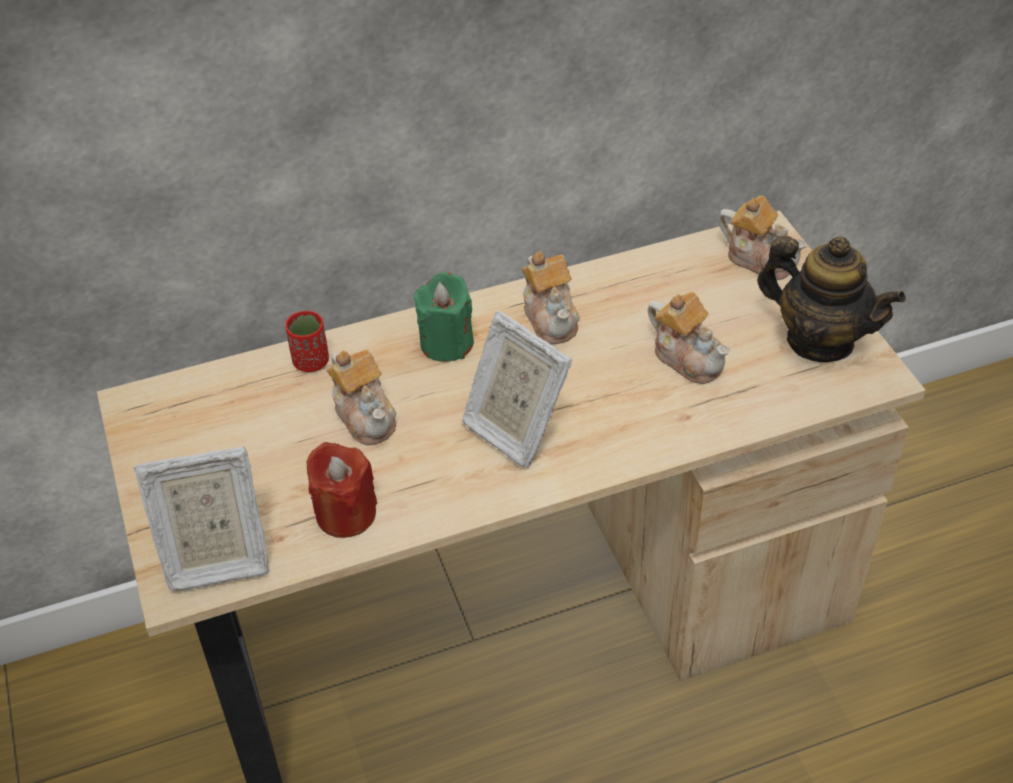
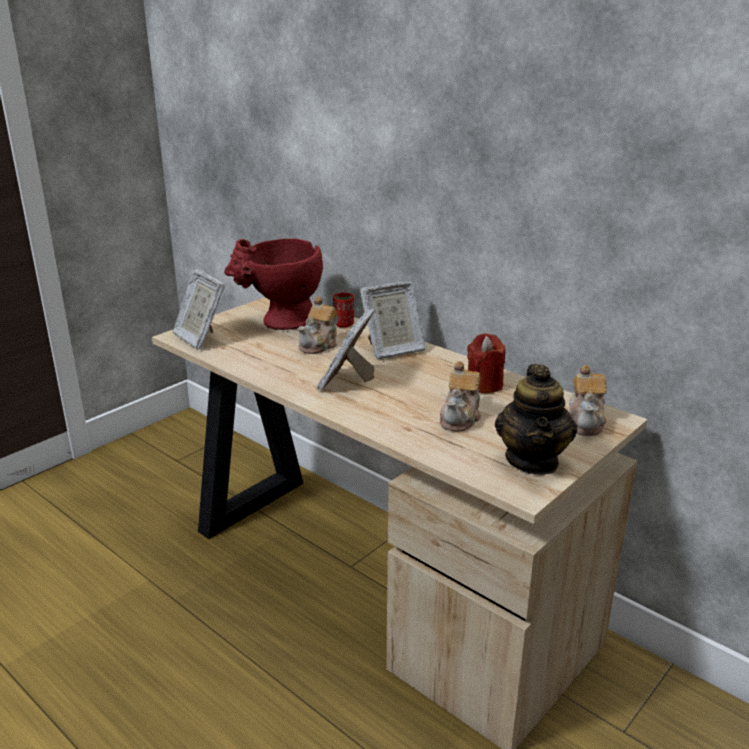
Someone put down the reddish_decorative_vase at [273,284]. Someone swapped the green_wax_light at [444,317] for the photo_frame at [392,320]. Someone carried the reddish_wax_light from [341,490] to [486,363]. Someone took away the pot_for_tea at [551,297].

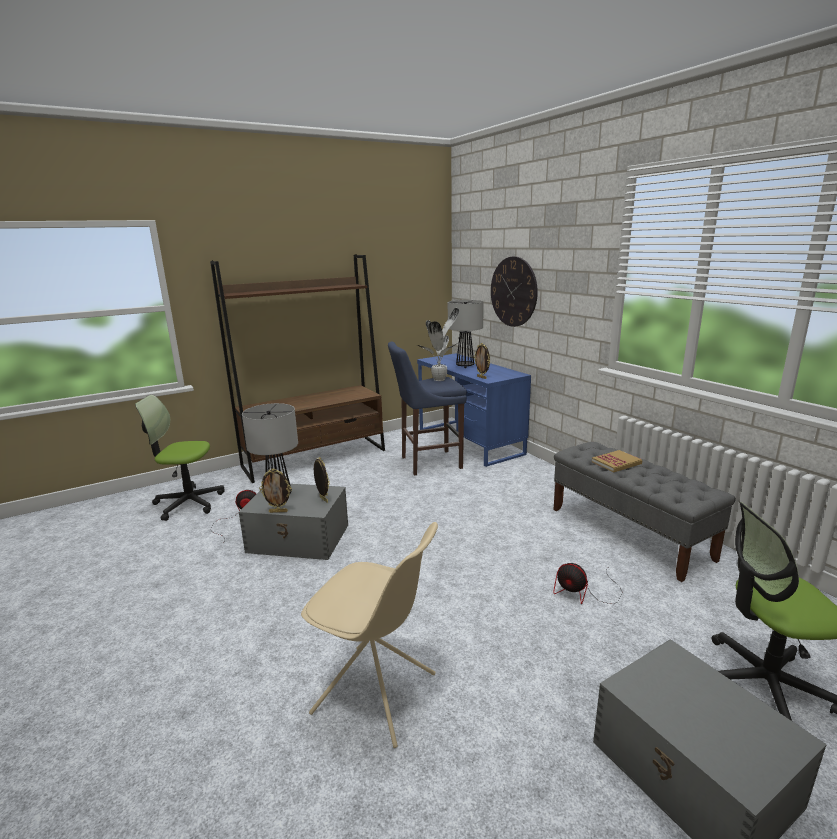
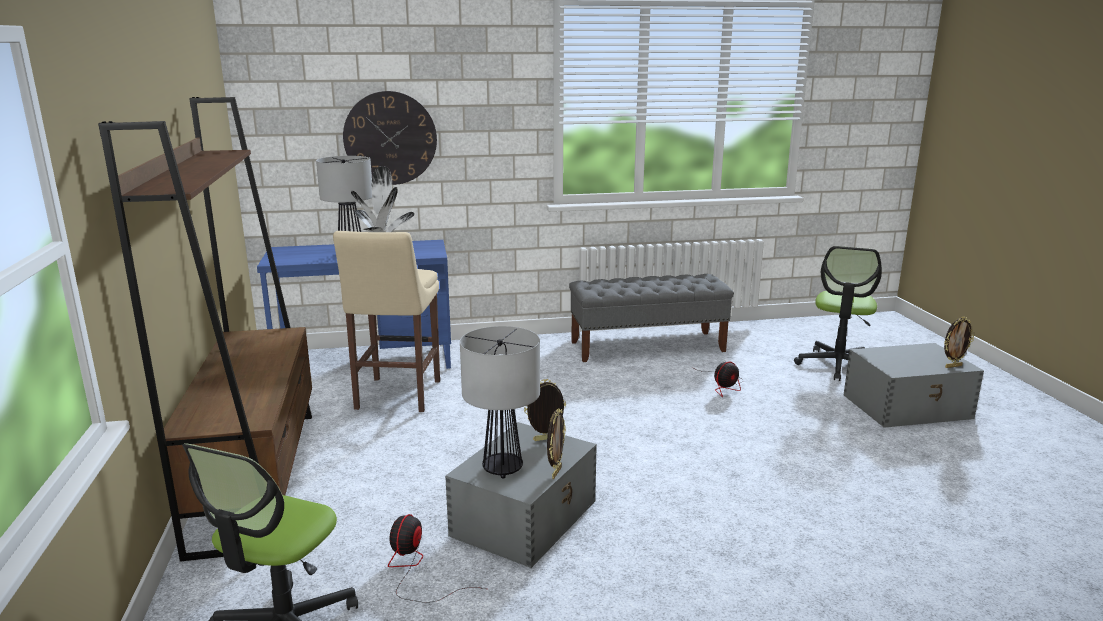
Someone repainted the bluish_sitting_stool at [427,409], which became the sand-coloured_sitting_stool at [386,321]. Someone carried the photo_frame from [482,361] to [959,342]. Someone took away the sand-coloured_upright_chair at [369,635]. Someone took away the volume at [617,461].

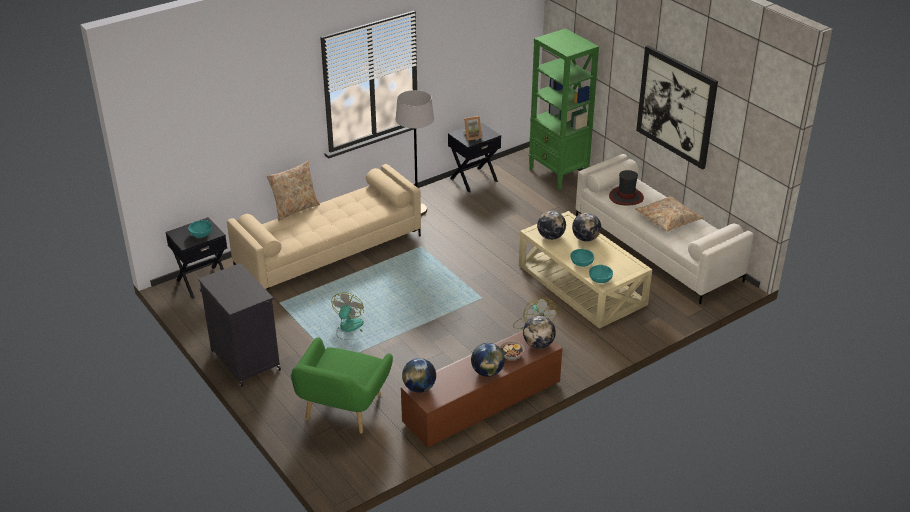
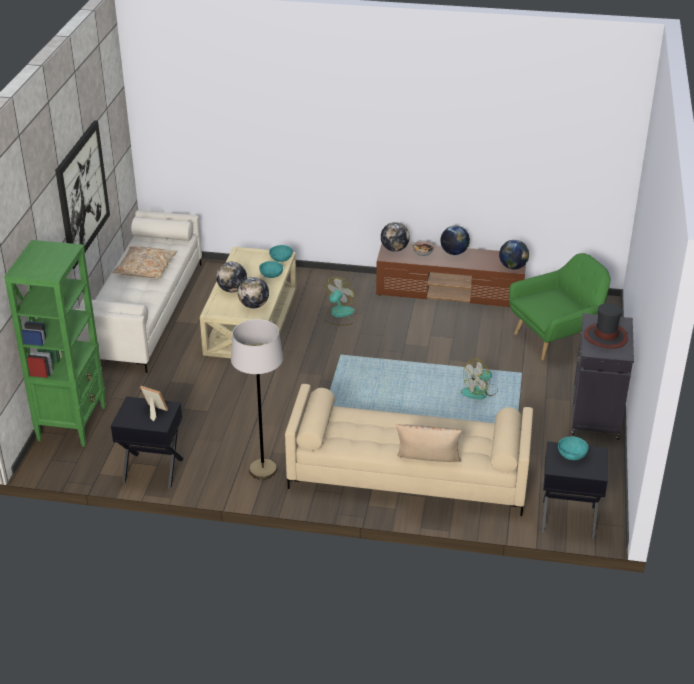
Someone carried the wearable_hat from [626,187] to [606,326].

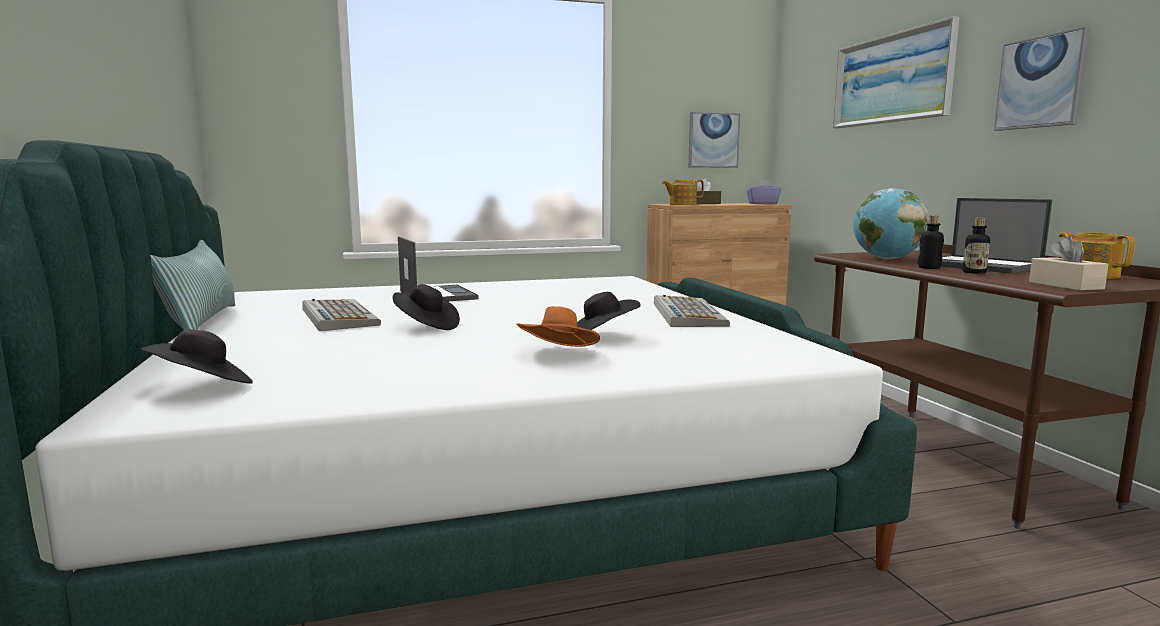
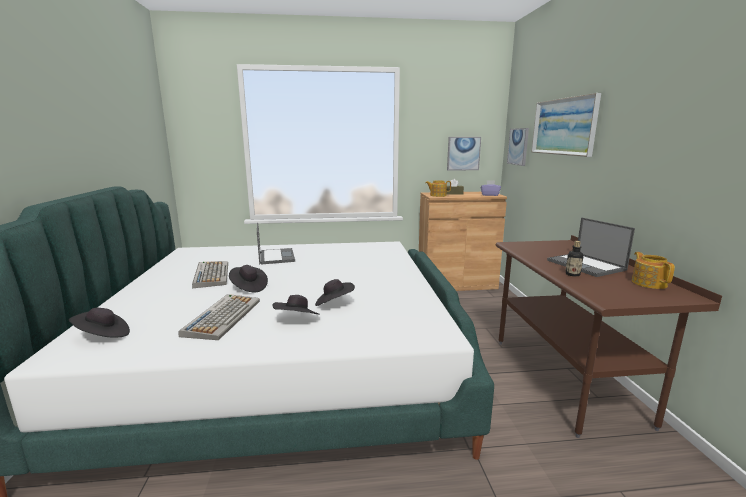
Someone carried the keyboard from [692,311] to [219,317]. Someone repainted the orange-coloured_wearable_hat at [558,326], which became the black-coloured_wearable_hat at [296,305]. Someone carried the wall_picture from [1042,78] to [518,147]. Someone took away the throw_pillow at [192,285]. Someone took away the world_globe at [891,223]. Someone took away the bottle at [931,242]. Someone took away the sand-coloured_tissue_holder at [1069,263].

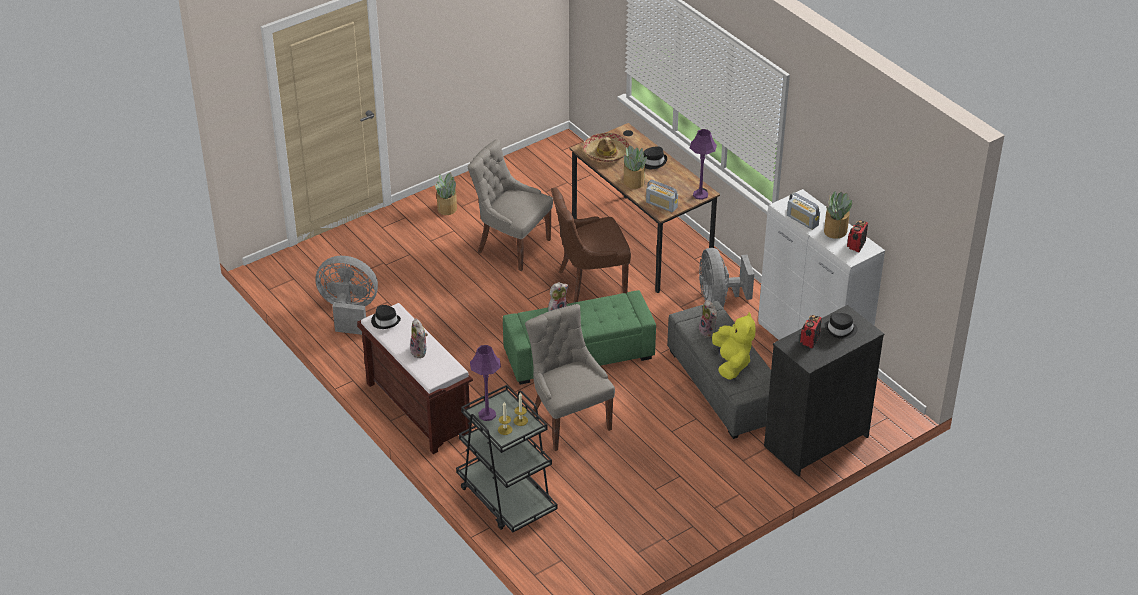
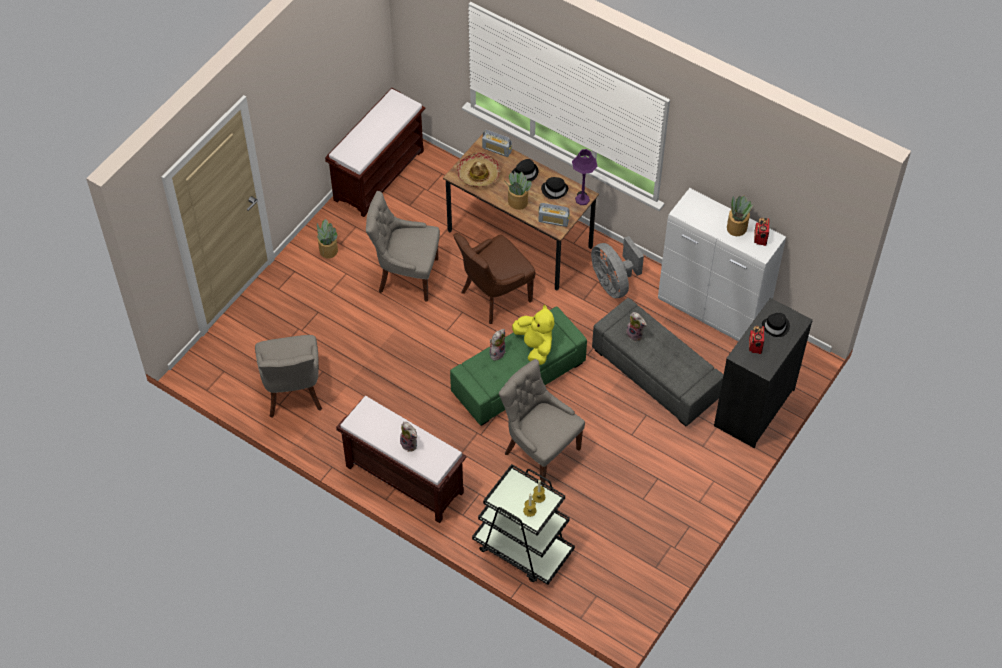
Someone swapped the greyish_fan at [346,295] for the greyish_upright_chair at [288,376]. Someone put down the brown_long_seat at [375,152]. Someone carried the radio_receiver from [803,211] to [497,143]. Someone carried the yellow-coloured_soft_toy from [734,346] to [533,335]. Someone carried the black-coloured_wearable_hat from [386,317] to [554,188]. Someone took away the purplish_table_lamp at [485,383].

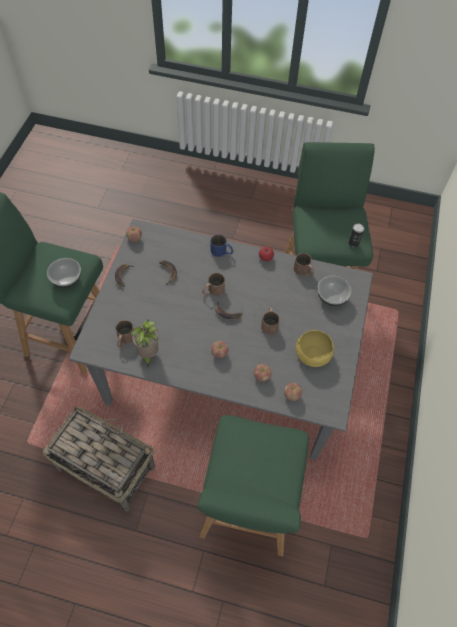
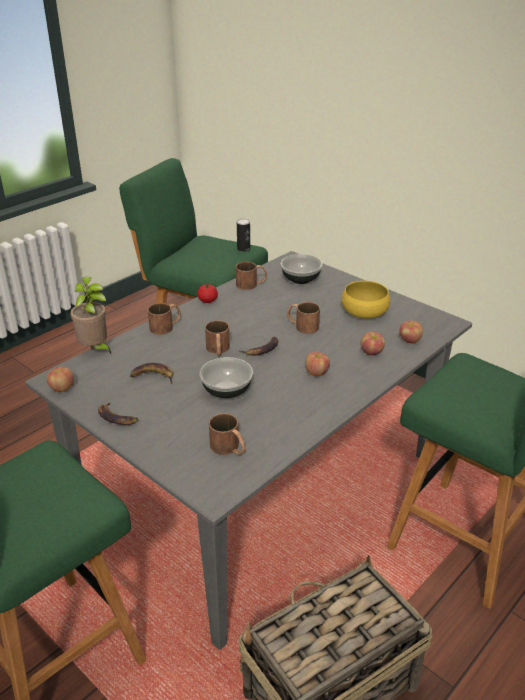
Someone carried the houseplant from [144,343] to [90,315]. Someone repainted the bluish_mug at [222,245], which became the brown_mug at [164,319]. Someone carried the serving_bowl from [64,273] to [226,377].

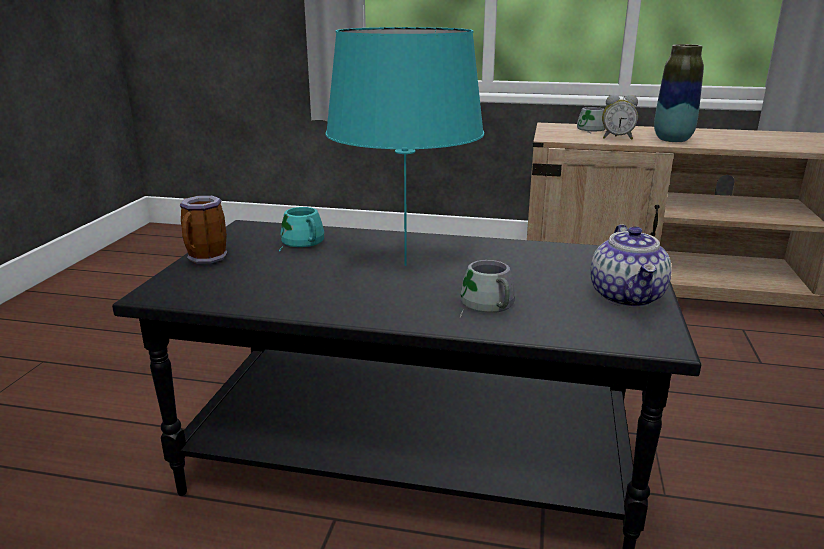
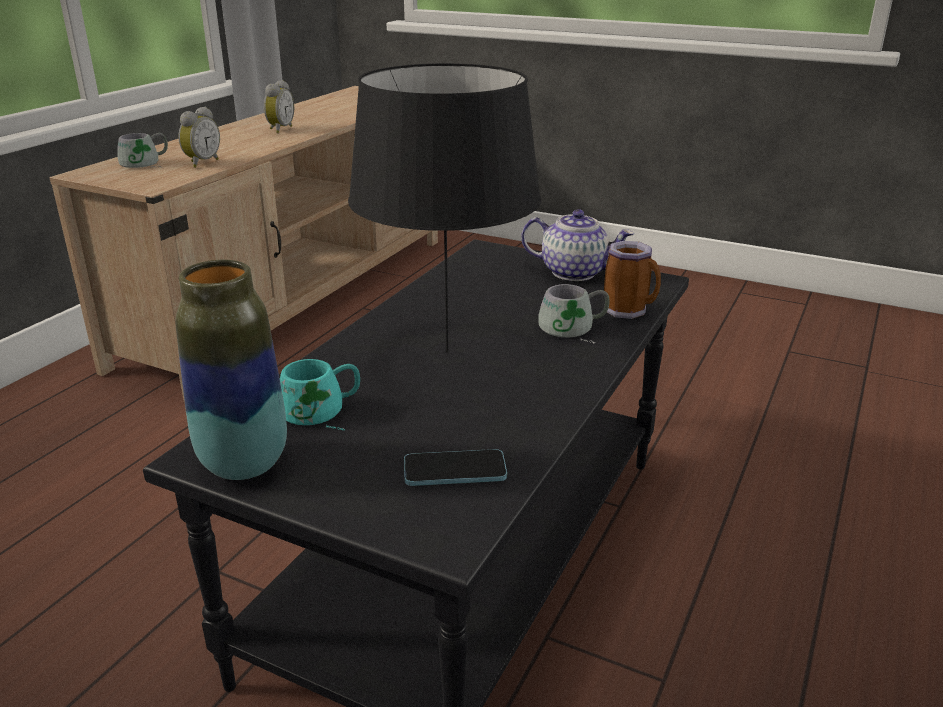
Someone carried the decorative_vase from [679,93] to [231,370]. Someone put down the table_clock at [279,106]. Someone repainted the turquoise_table_lamp at [404,146], which became the black-coloured_table_lamp at [444,208]. Someone put down the telephone at [455,467]. Someone carried the mug from [203,230] to [632,280].

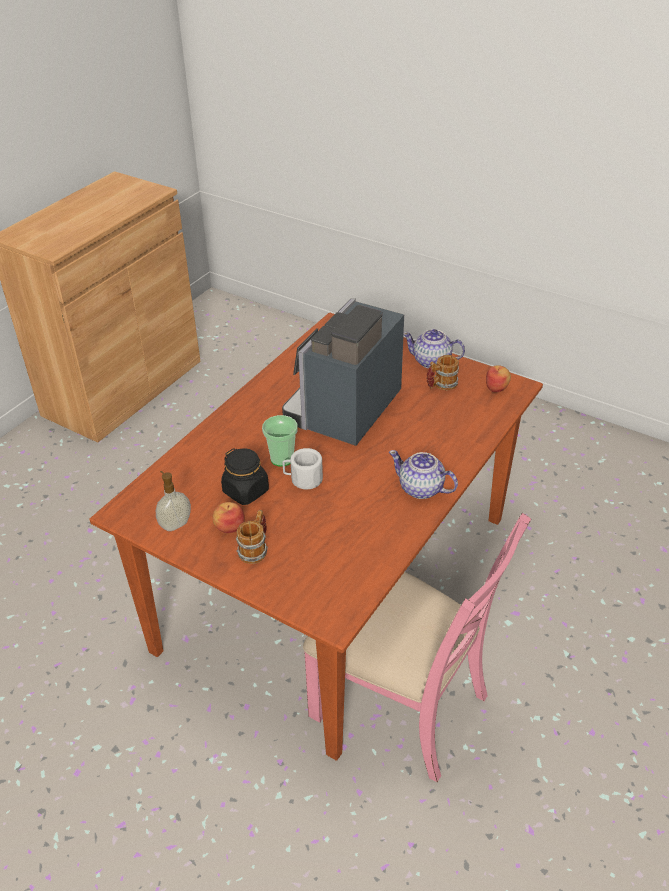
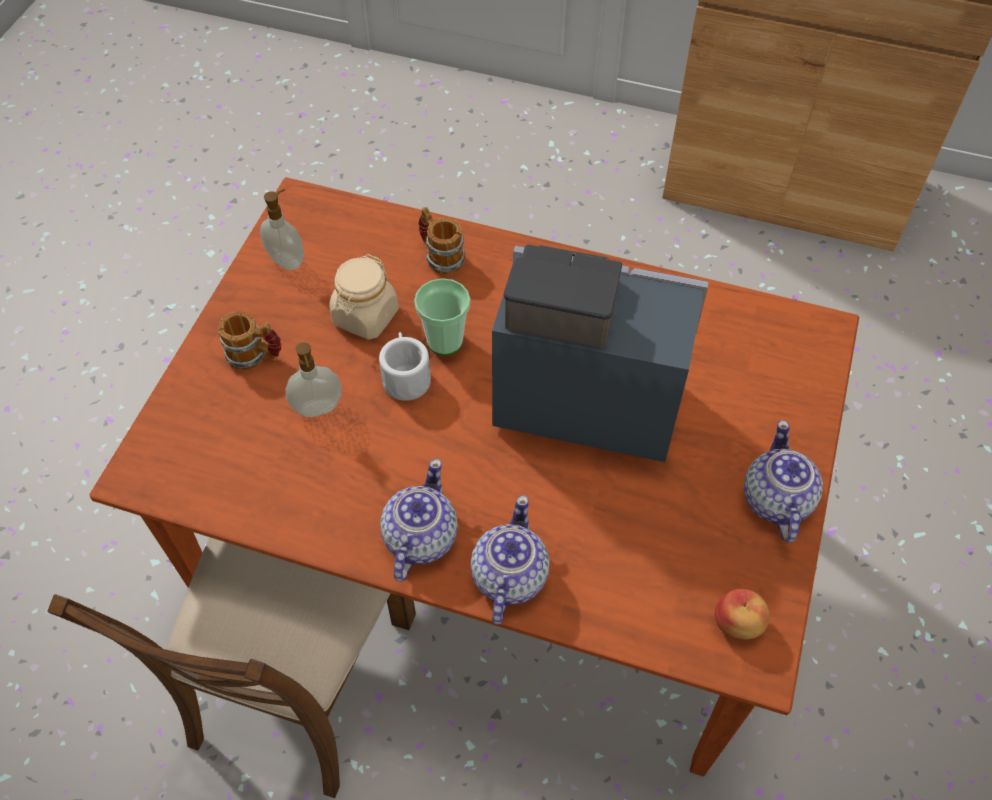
Someone repainted the pink_upright_chair at [417,647], which became the brown_upright_chair at [232,667]. Someone put down the liquid_soap_bottle at [314,379]. Someone repainted the black-coloured_storage_jar at [245,476], which became the sand-coloured_storage_jar at [364,296]. Someone carried the mug from [442,372] to [442,241]. Someone put down the pot_for_tea at [510,559]. Someone took away the apple_fruit at [228,517].

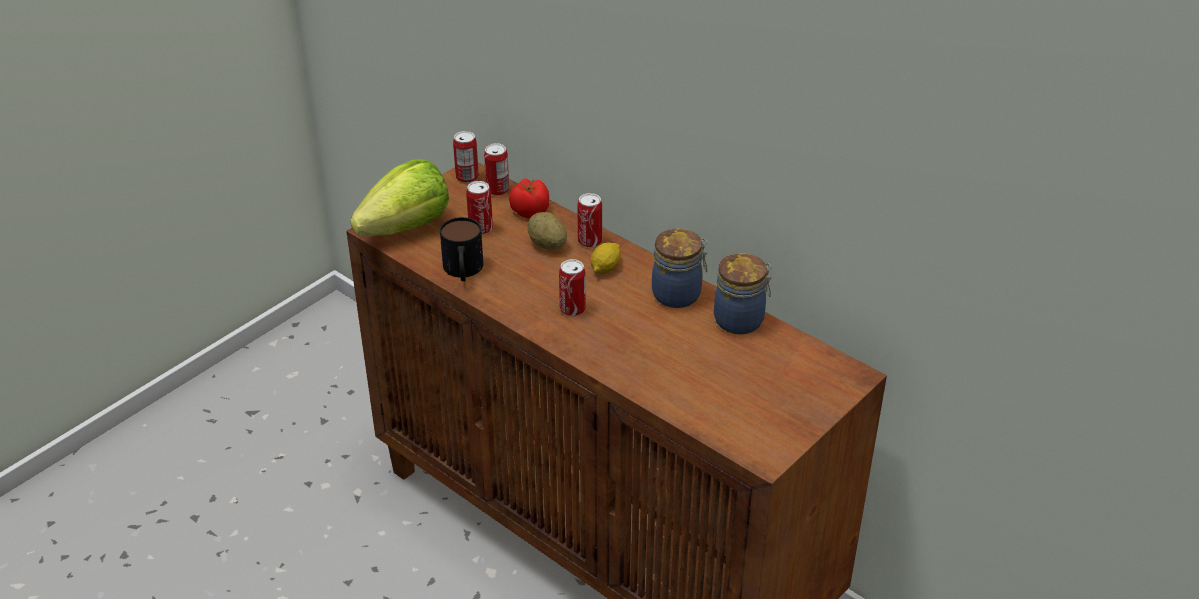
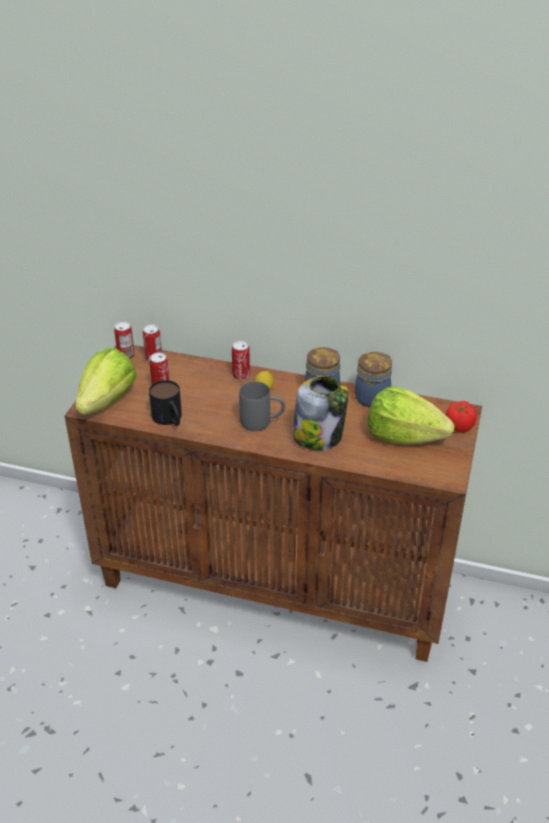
Someone swapped the sealed_can at [572,287] for the greyish_mug at [262,406]. Someone put down the storage_jar at [320,413]. Someone put down the head_of_lettuce at [411,415]. Someone carried the whole_tomato from [529,198] to [461,417]. Someone took away the potato at [547,231].

